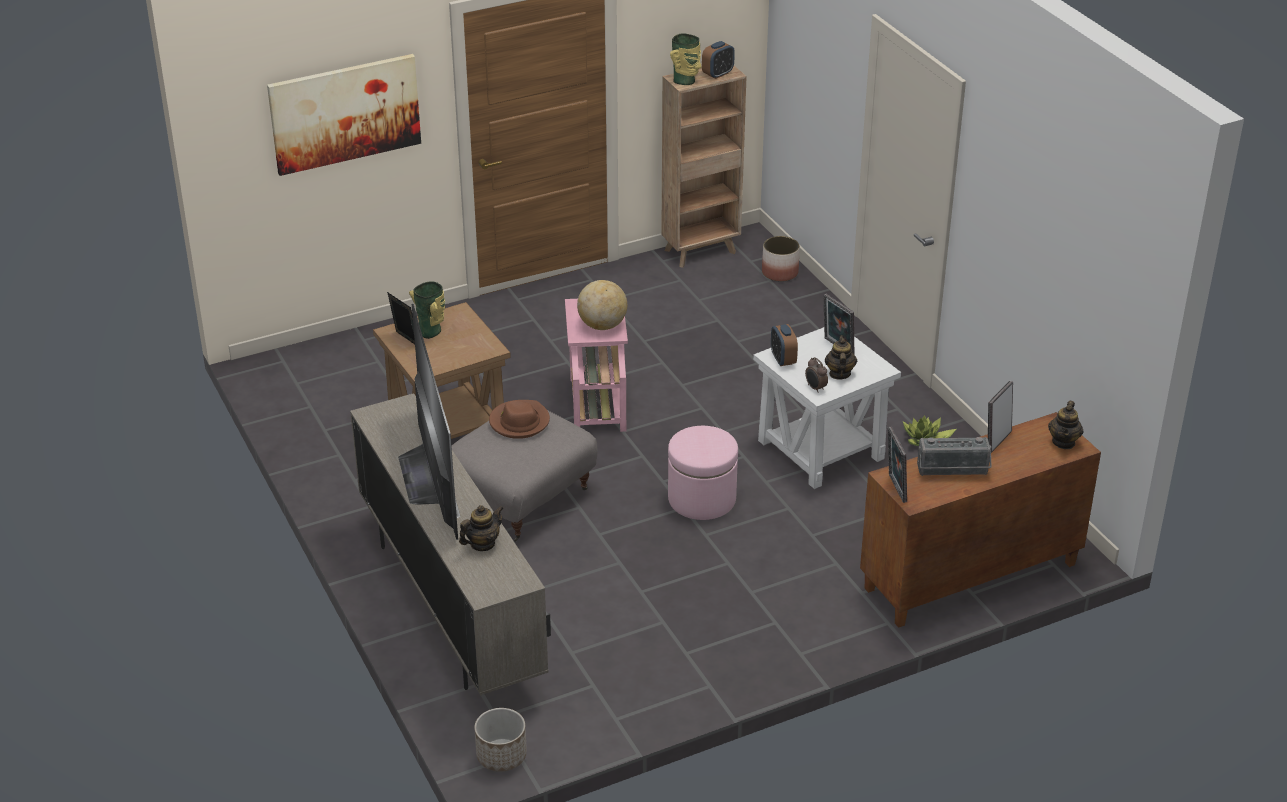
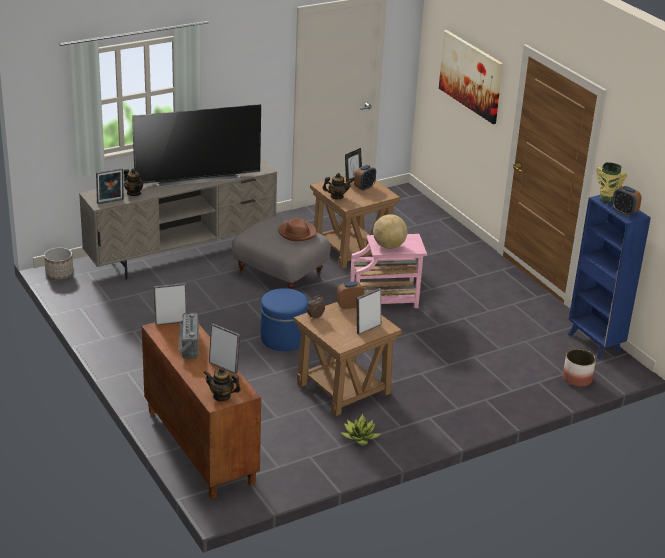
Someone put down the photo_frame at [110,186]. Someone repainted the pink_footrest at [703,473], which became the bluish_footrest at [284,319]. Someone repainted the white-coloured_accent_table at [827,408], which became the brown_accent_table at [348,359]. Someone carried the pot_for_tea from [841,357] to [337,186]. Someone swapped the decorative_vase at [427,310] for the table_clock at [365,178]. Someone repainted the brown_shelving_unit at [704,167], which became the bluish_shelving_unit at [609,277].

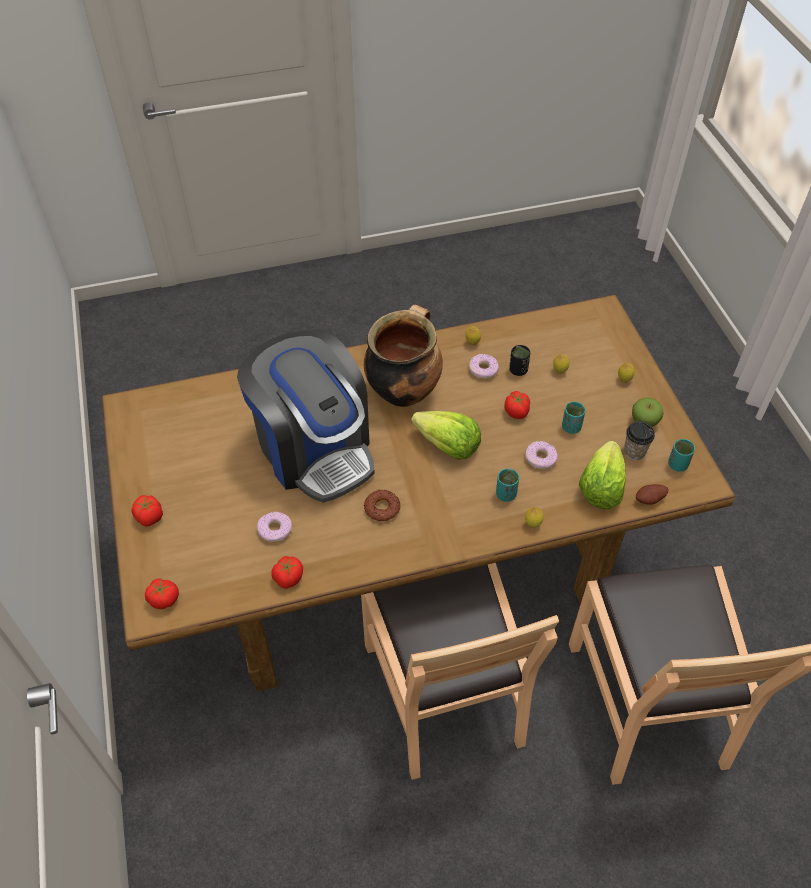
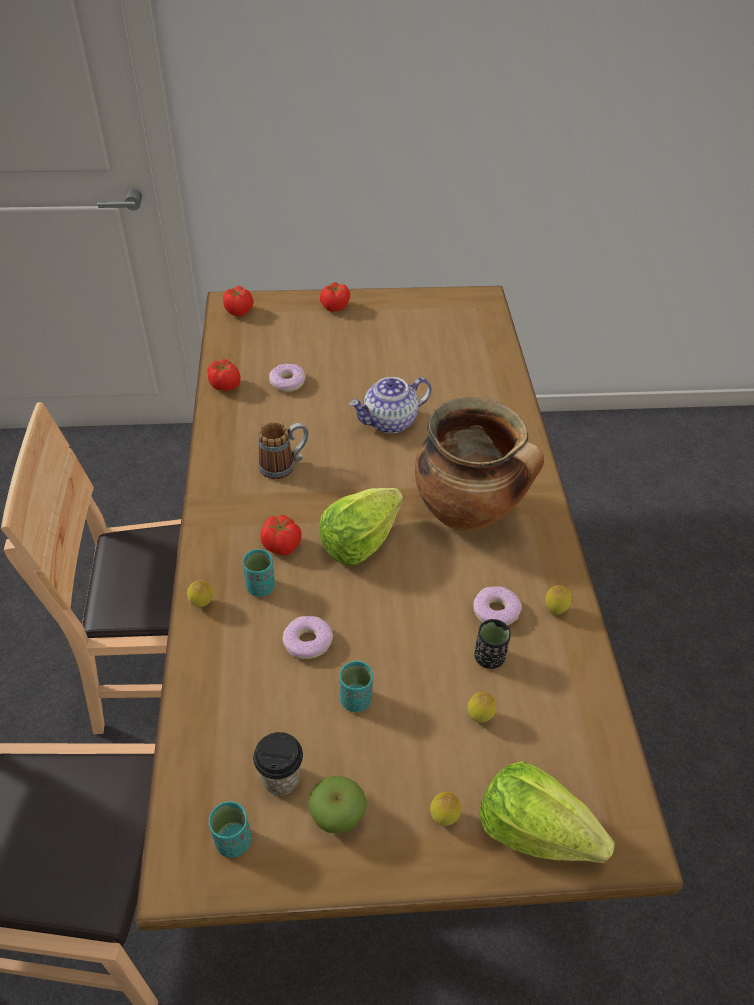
Someone swapped the ring_doughnut at [382,505] for the mug at [283,450]. Someone carried the whole_tomato from [517,405] to [281,535]. Someone swapped the coffee_machine at [306,416] for the pot_for_tea at [390,405]. Someone carried the head_of_lettuce from [602,475] to [547,812]. Someone took away the potato at [652,494].

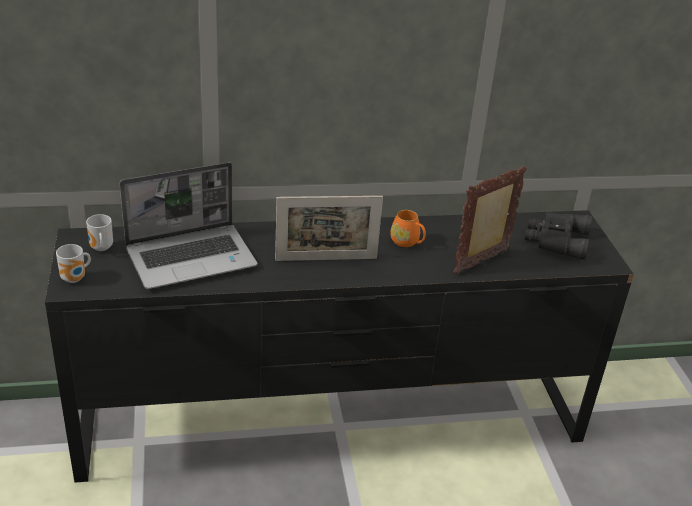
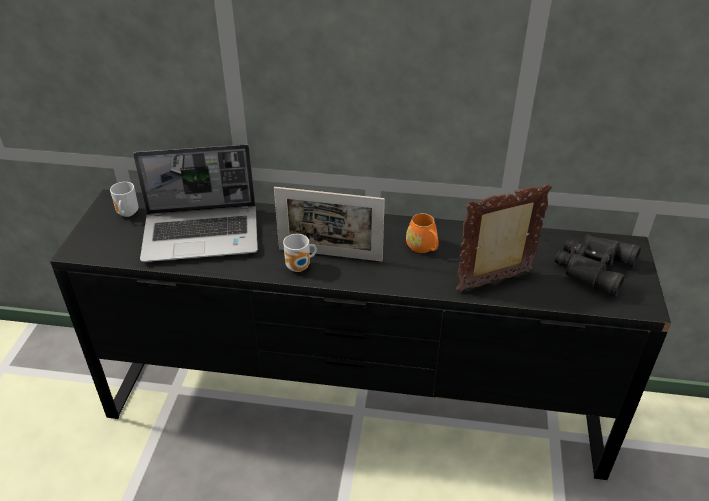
Someone carried the mug from [73,263] to [300,253].

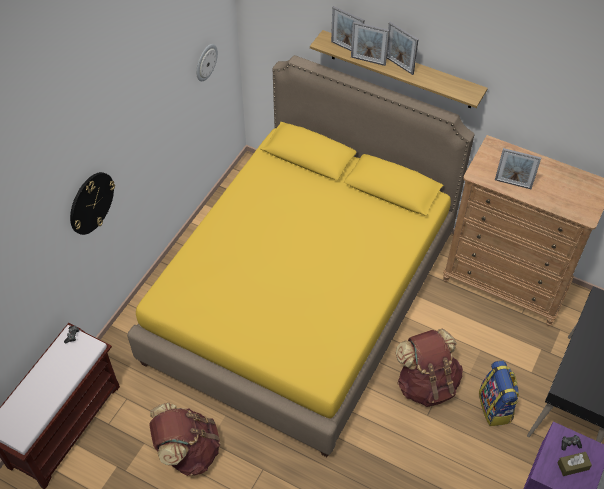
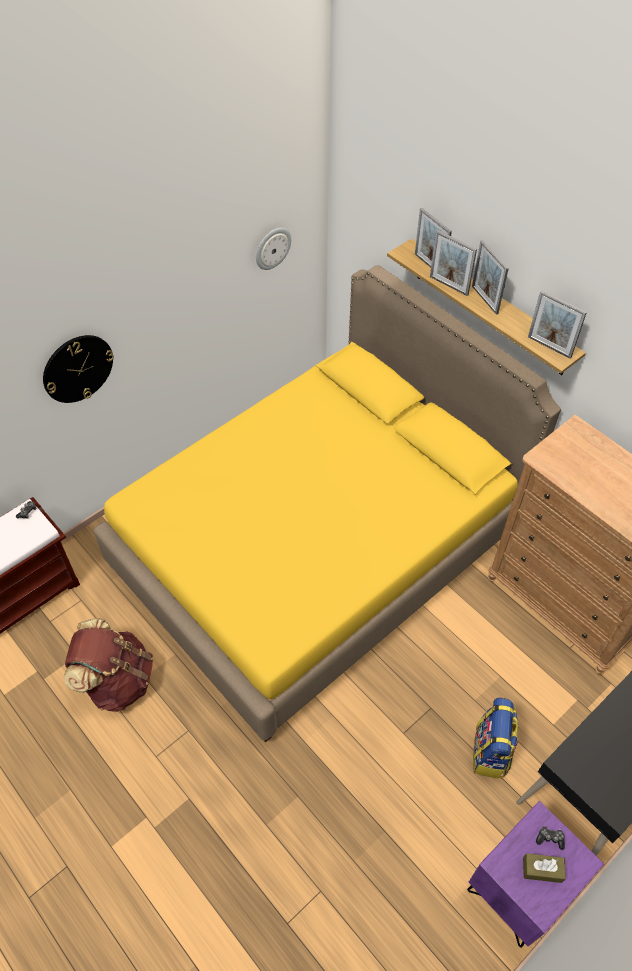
Someone carried the photo_frame from [518,168] to [557,324]. Someone took away the brown_rucksack at [429,368].

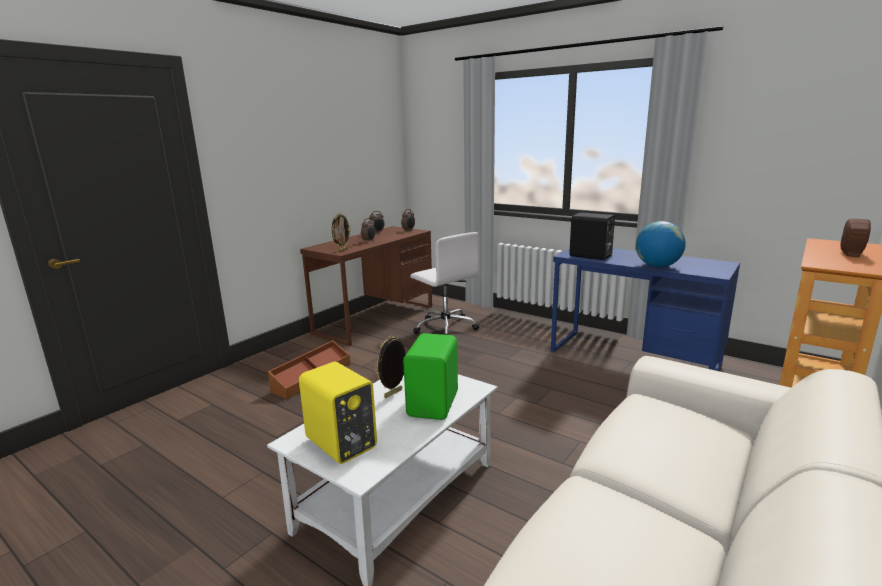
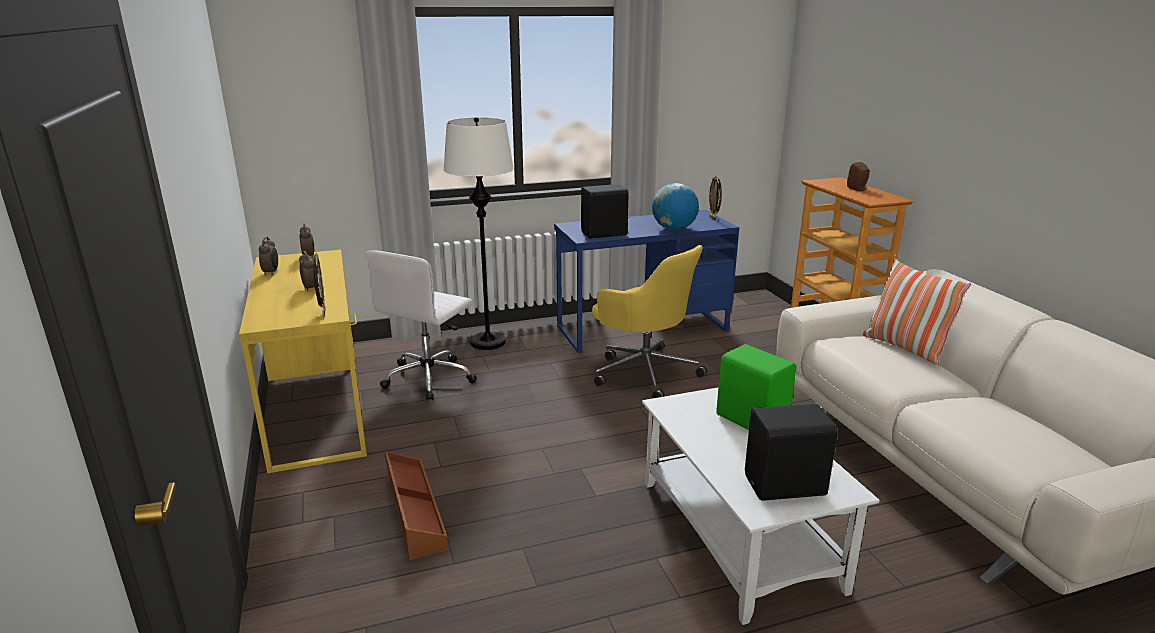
Someone repainted the brown_desk_unit at [366,286], which became the yellow-coloured_desk_unit at [303,361]. Someone rotated the white-coloured_desk_chair at [444,283] by 120 degrees clockwise. Someone put down the white-coloured_standard_lamp at [478,233]. Someone put down the yellow-coloured_desk_chair at [649,321]. Someone carried the photo_frame from [390,366] to [715,198]. Someone repainted the yellow-coloured_audio_speaker at [338,413], which became the black-coloured_audio_speaker at [791,452]. Someone put down the throw_pillow at [917,311].

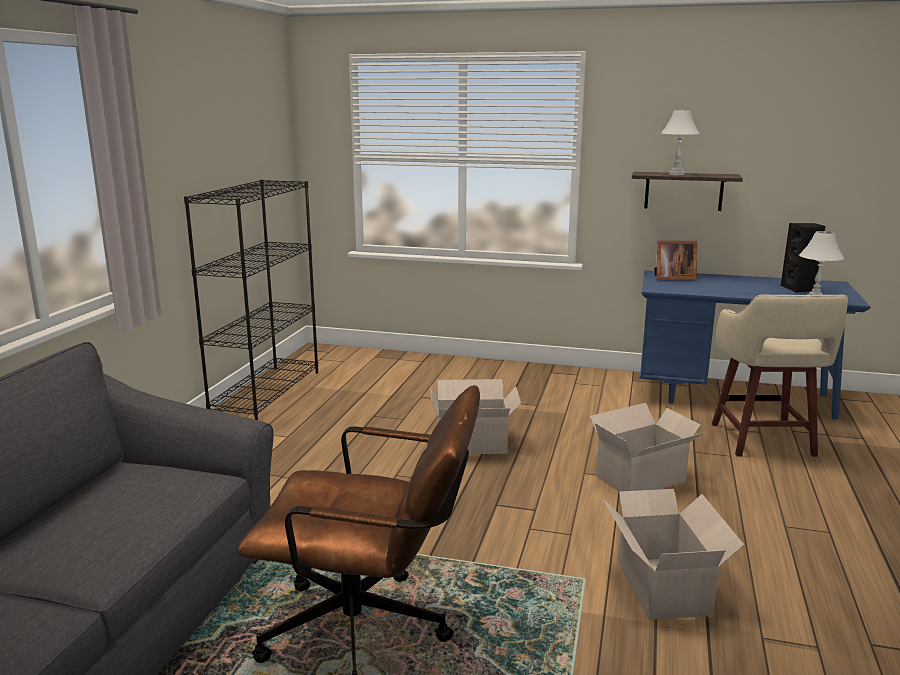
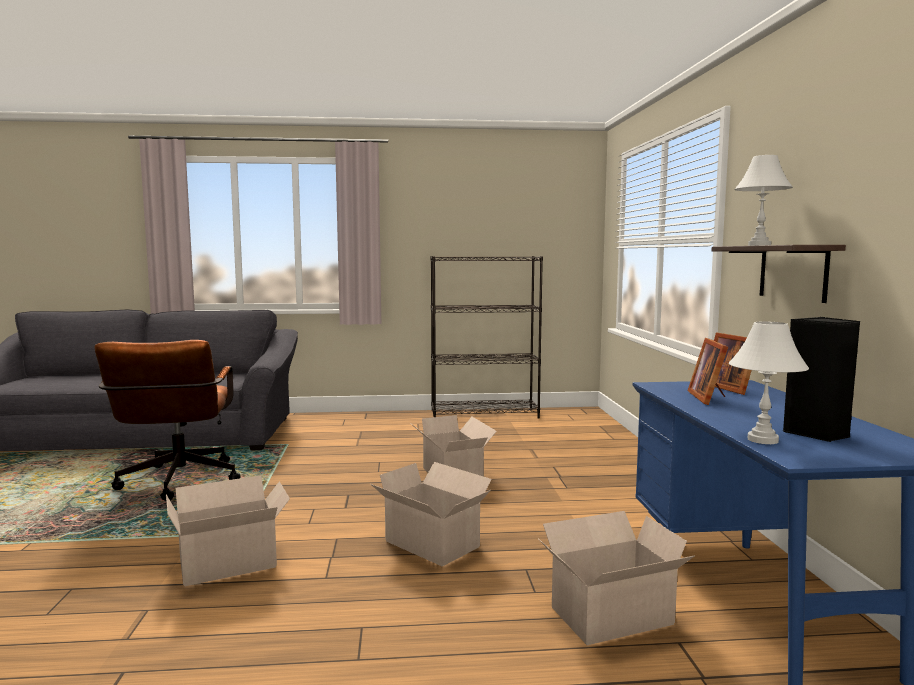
Someone swapped the sand-coloured_sitting_stool at [780,376] for the carton at [616,578]. Someone put down the photo_frame at [707,371].

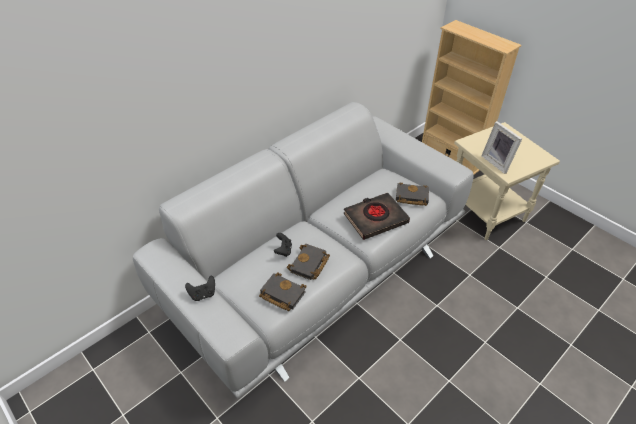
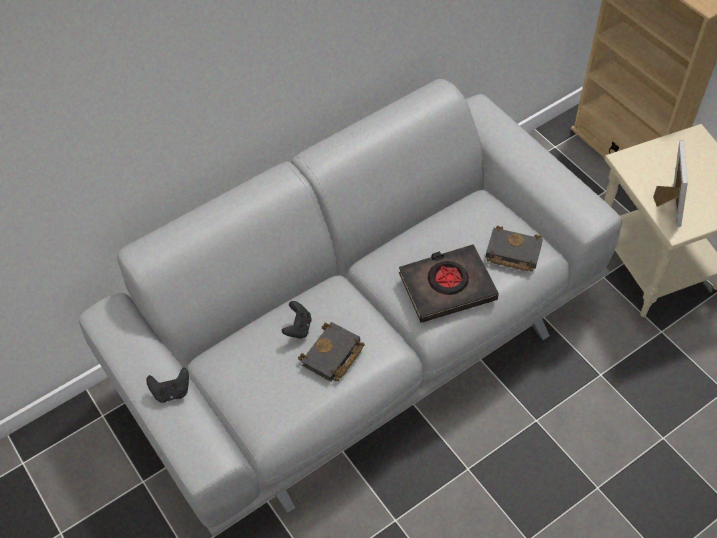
Someone rotated the photo_frame at [502,147] by 150 degrees counterclockwise. Someone took away the black-coloured_volume at [282,291].

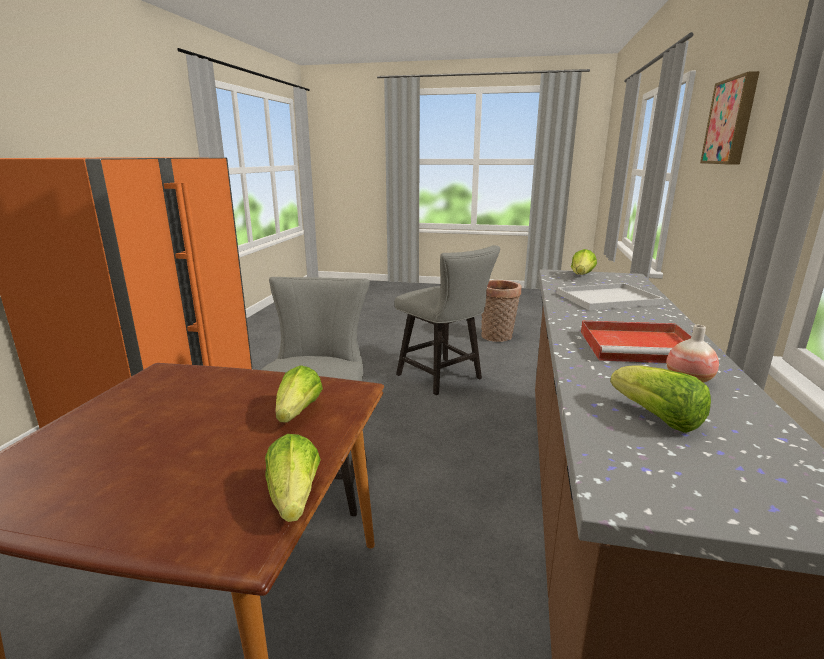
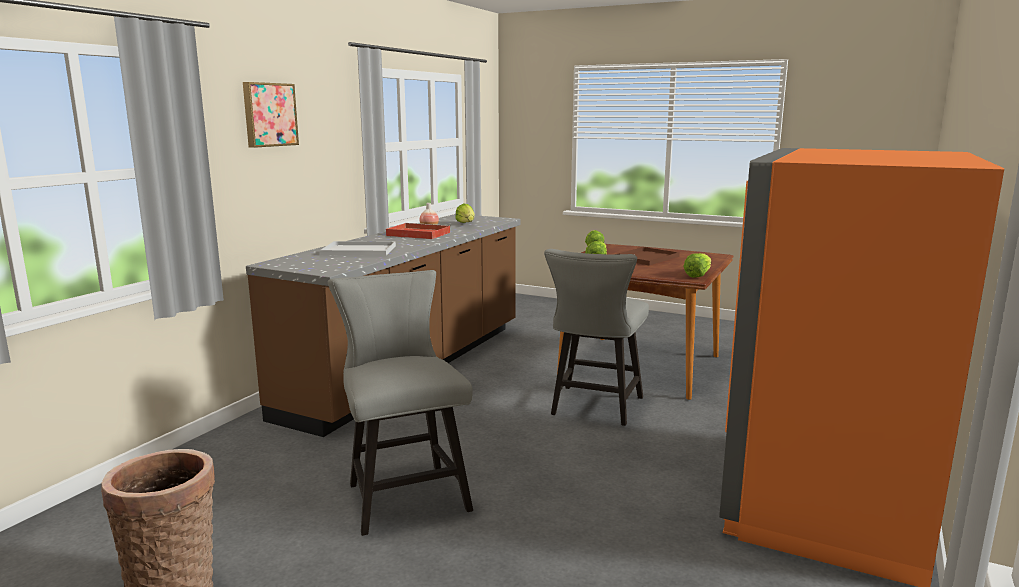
Someone put down the brown_serving_tray at [649,256]. Someone carried the head_of_lettuce from [584,262] to [697,265].

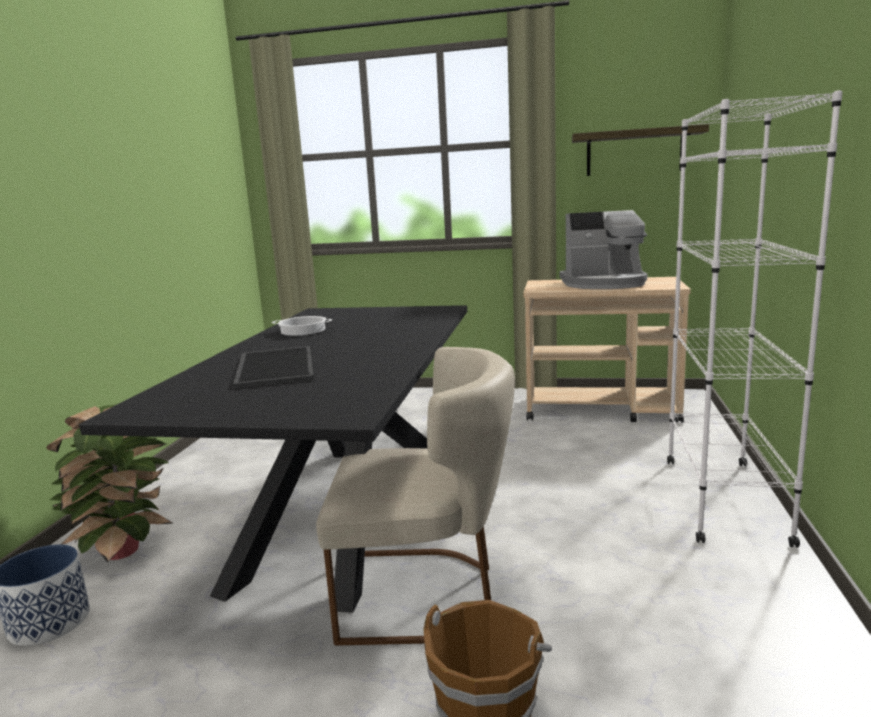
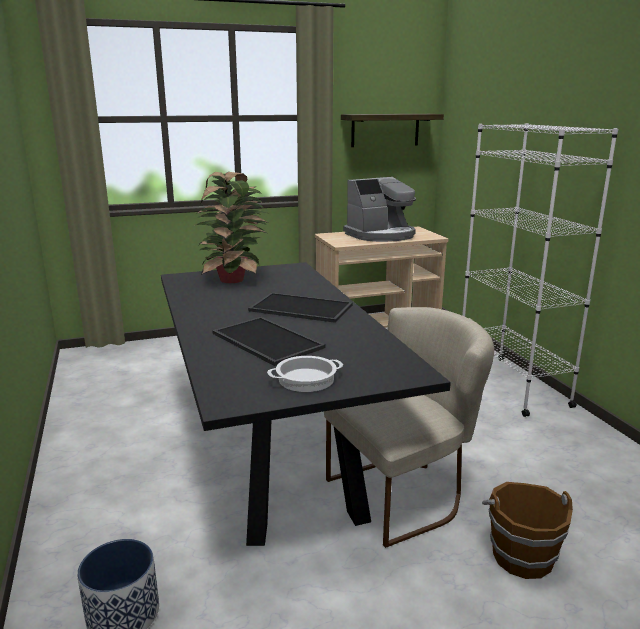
Someone carried the houseplant from [109,483] to [232,227]. Someone put down the serving_tray at [300,308]. Someone carried the saucepot from [302,326] to [305,374].

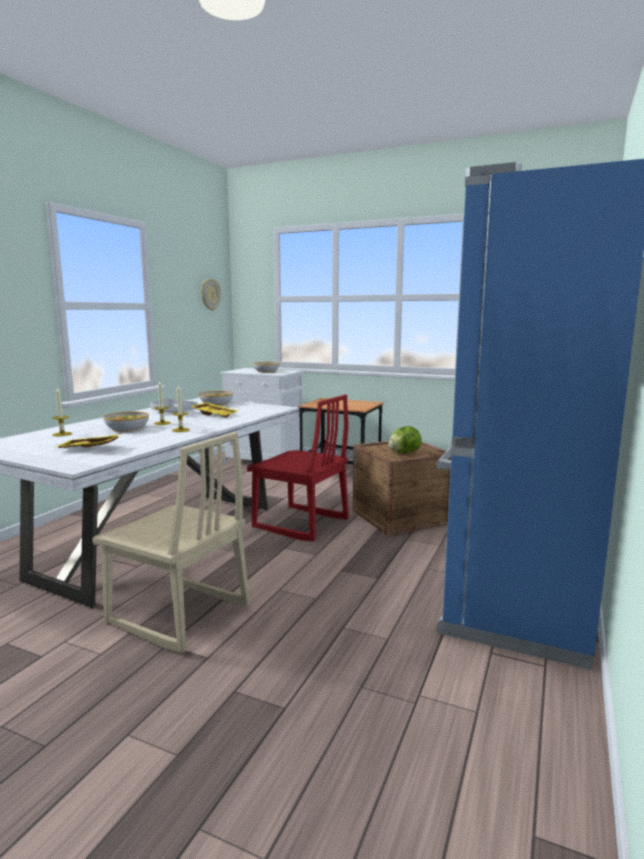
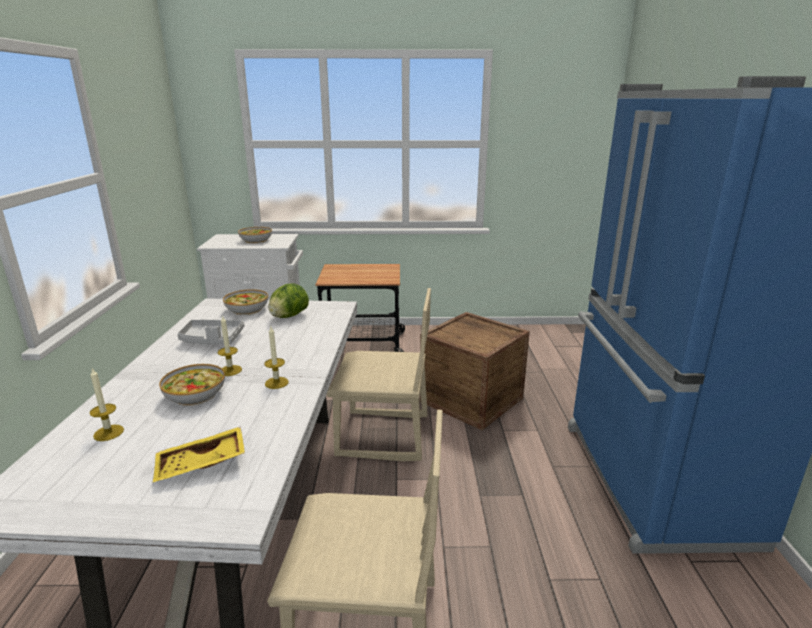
Someone carried the head_of_lettuce from [405,439] to [288,300]. Someone repainted the reddish_upright_chair at [298,467], which became the sand-coloured_upright_chair at [379,374]. Someone took away the yellow-coloured_serving_tray at [214,410]. Someone took away the hanging_clock at [211,294].

